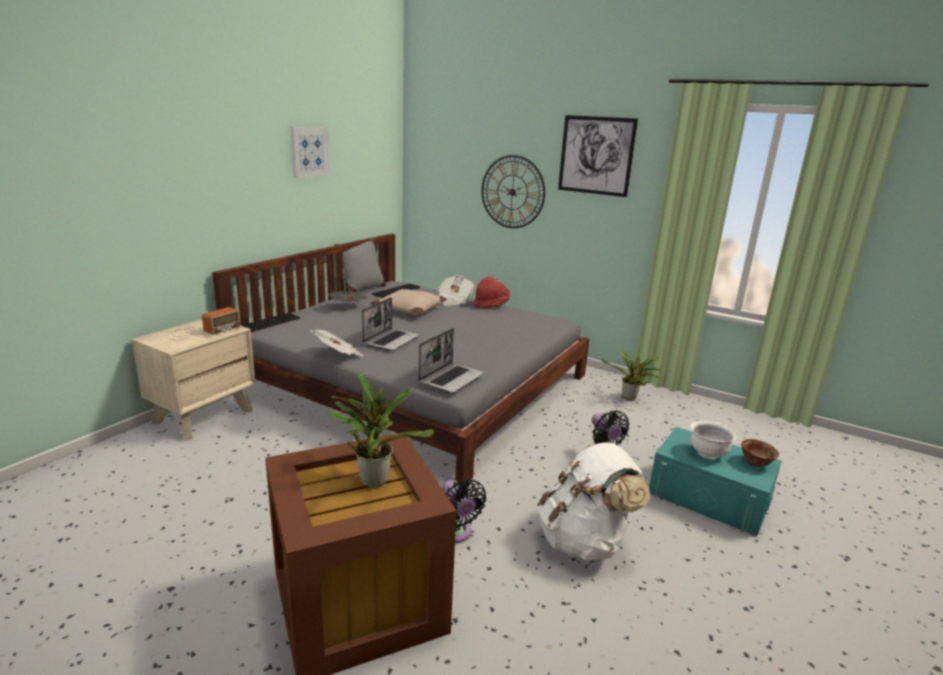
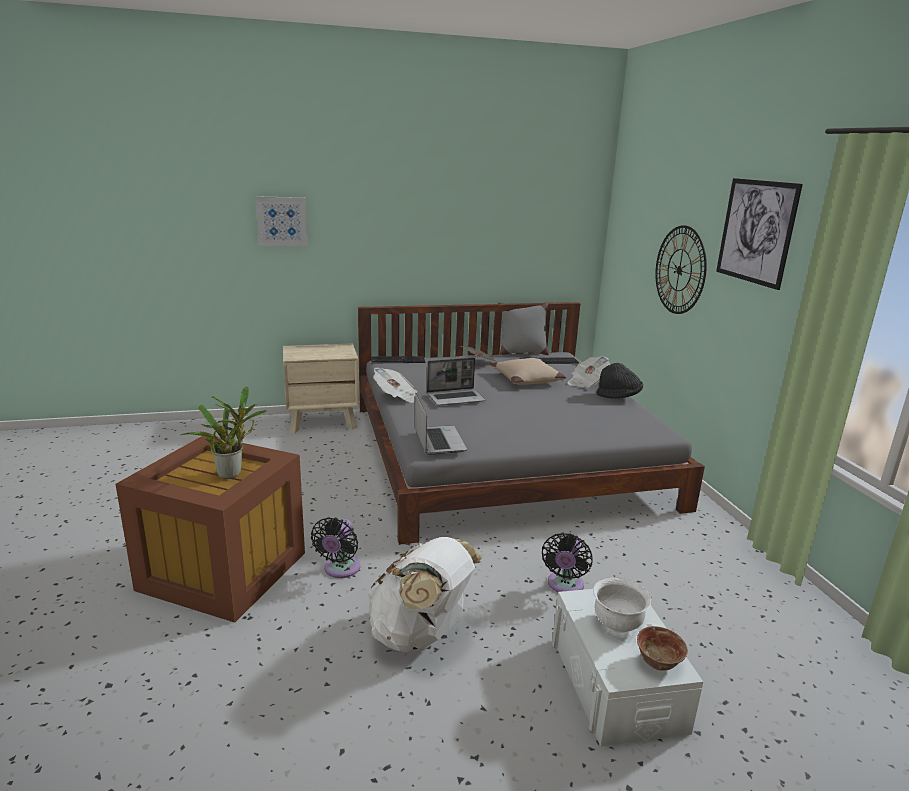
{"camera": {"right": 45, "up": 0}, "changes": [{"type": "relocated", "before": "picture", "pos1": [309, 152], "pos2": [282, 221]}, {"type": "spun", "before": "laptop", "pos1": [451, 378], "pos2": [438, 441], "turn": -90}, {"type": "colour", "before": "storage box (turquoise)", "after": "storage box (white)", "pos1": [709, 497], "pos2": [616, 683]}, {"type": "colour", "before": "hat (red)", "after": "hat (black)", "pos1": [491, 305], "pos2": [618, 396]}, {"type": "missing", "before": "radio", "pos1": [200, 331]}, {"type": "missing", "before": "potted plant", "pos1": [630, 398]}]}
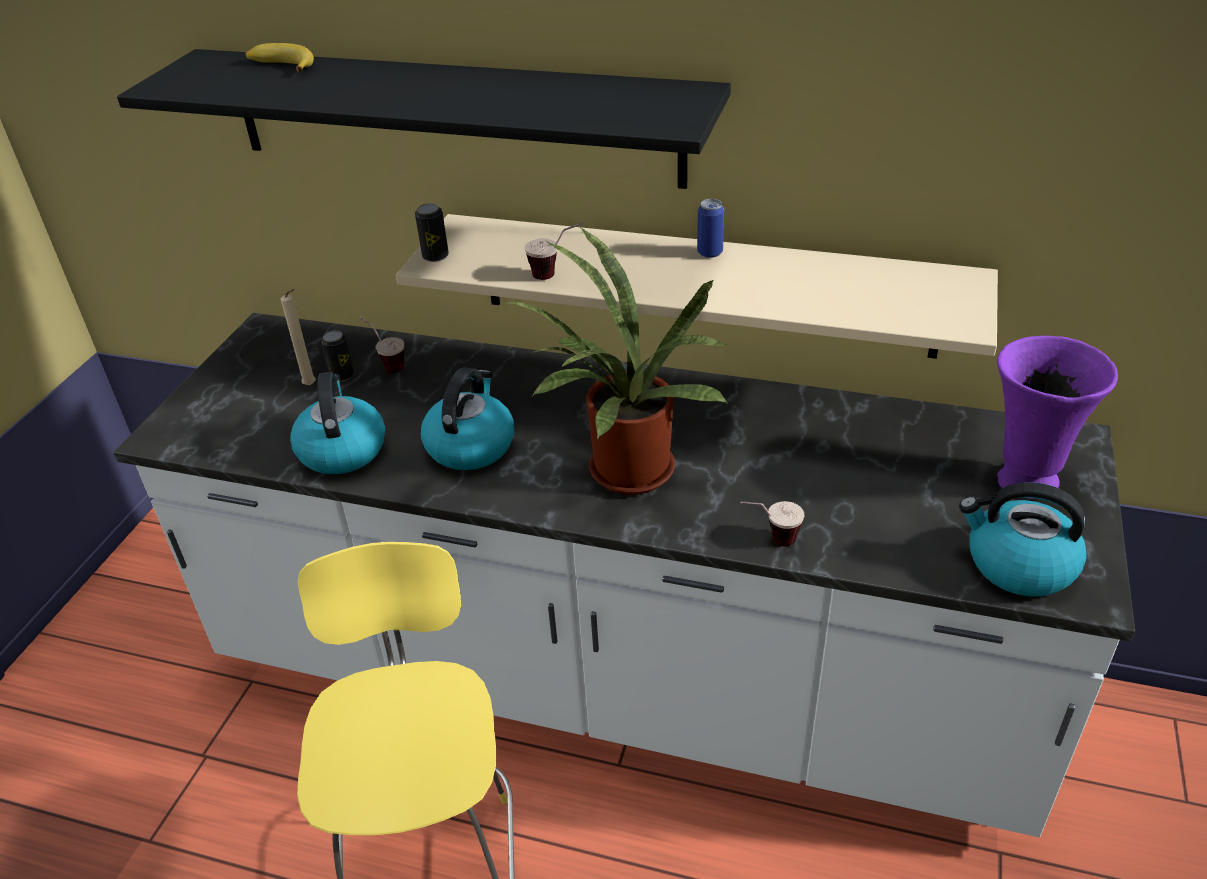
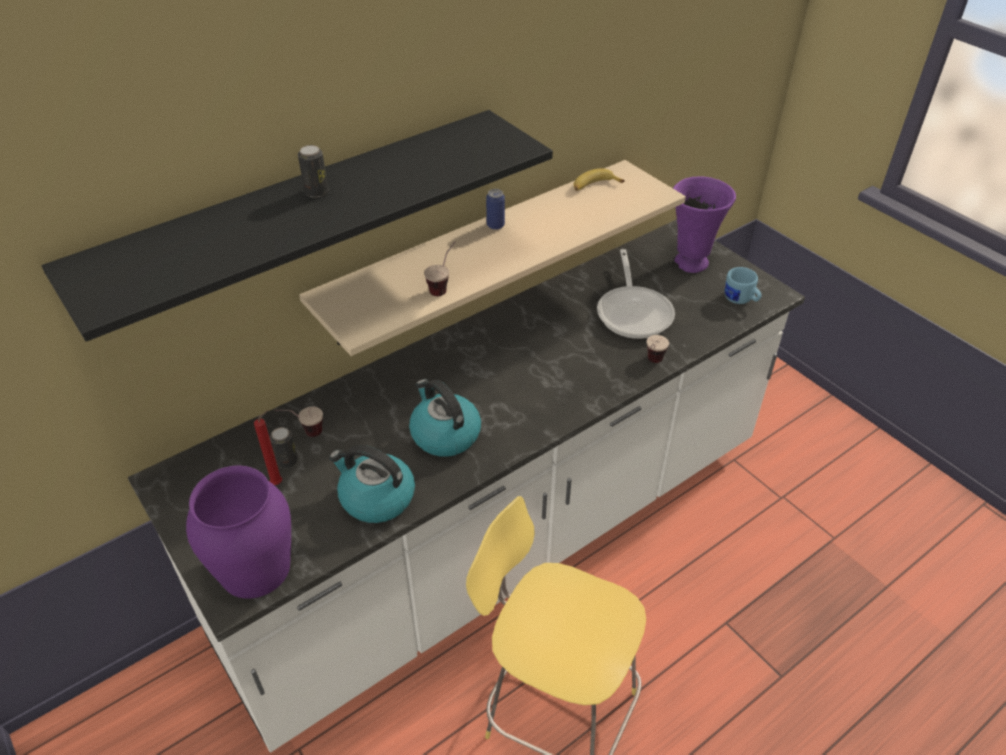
{"camera": {"right": -55, "up": 5}, "changes": [{"type": "appeared", "after": "vase (purple)", "pos2": [255, 569]}, {"type": "colour", "before": "candle (beige)", "after": "candle (red)", "pos1": [311, 385], "pos2": [279, 482]}, {"type": "relocated", "before": "can", "pos1": [435, 256], "pos2": [316, 192]}, {"type": "relocated", "before": "banana", "pos1": [281, 66], "pos2": [594, 186]}, {"type": "appeared", "after": "frying pan", "pos2": [634, 312]}, {"type": "exchanged", "before": "kettle", "after": "mug (blue)", "pos1": [1018, 564], "pos2": [741, 300]}, {"type": "missing", "before": "potted plant", "pos1": [624, 475]}]}
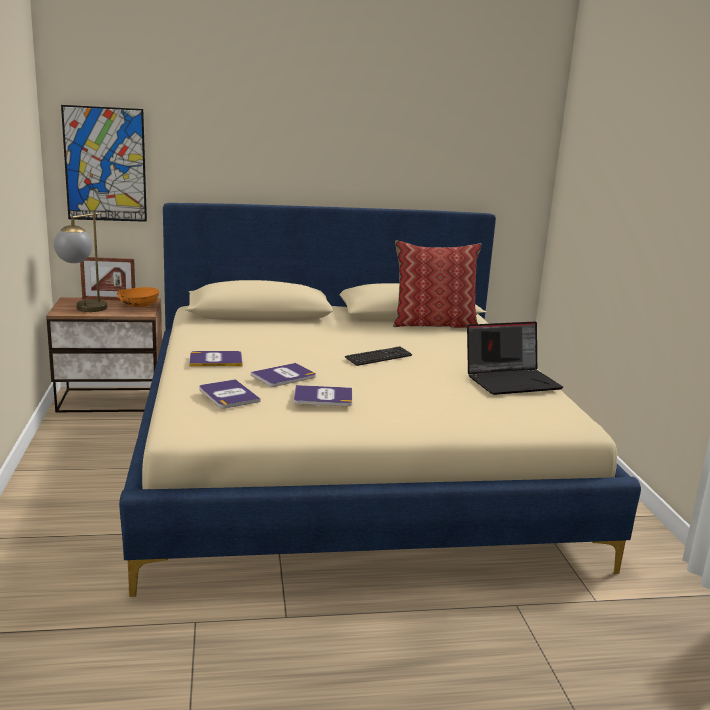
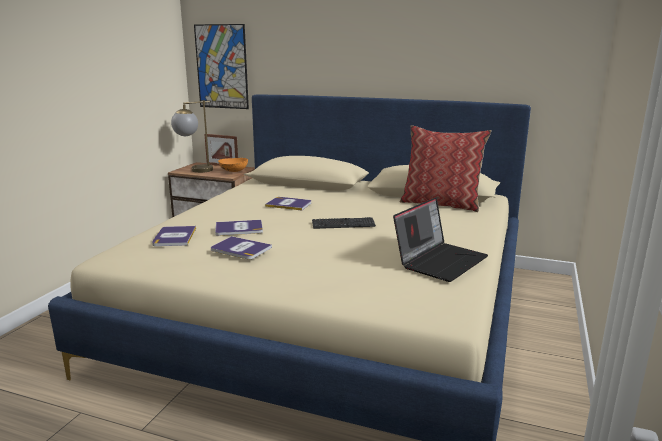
{"camera": {"right": 30, "up": 0}, "changes": [{"type": "relocated", "before": "book", "pos1": [216, 360], "pos2": [289, 204]}, {"type": "spun", "before": "laptop", "pos1": [512, 381], "pos2": [440, 260], "turn": -60}]}
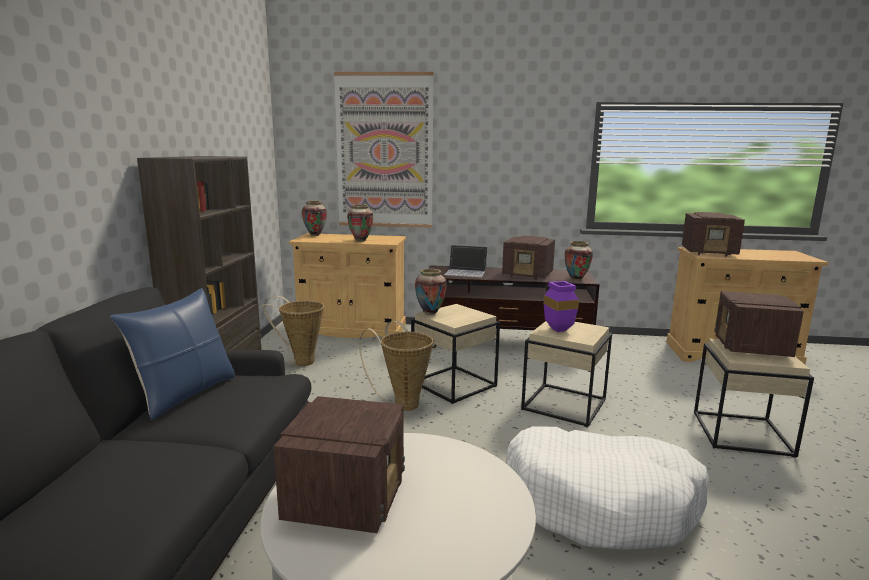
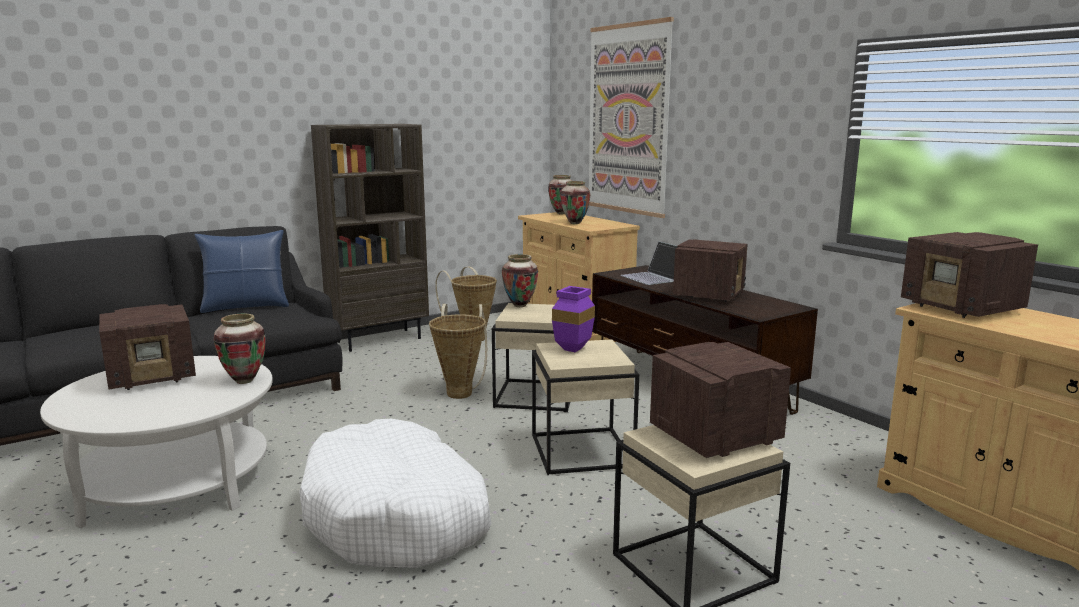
{"camera": {"right": 50, "up": 0}, "changes": [{"type": "relocated", "before": "vase", "pos1": [576, 279], "pos2": [244, 381]}, {"type": "spun", "before": "radio", "pos1": [528, 275], "pos2": [709, 295], "turn": -135}]}
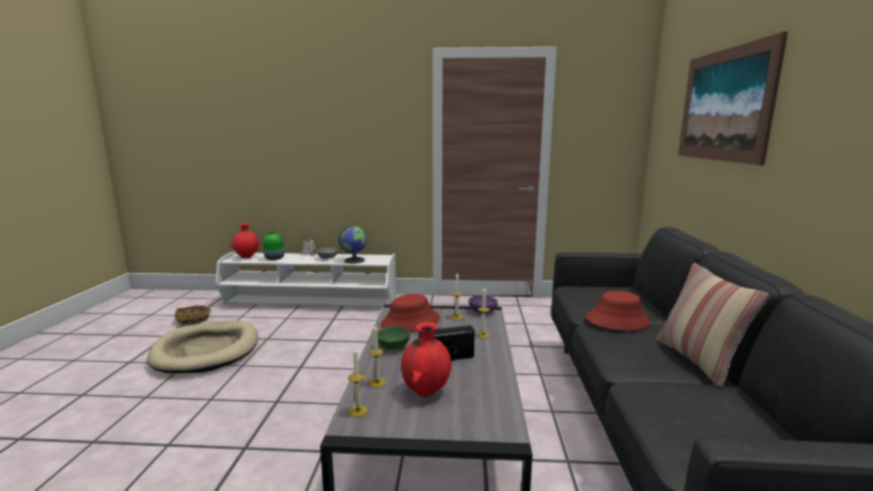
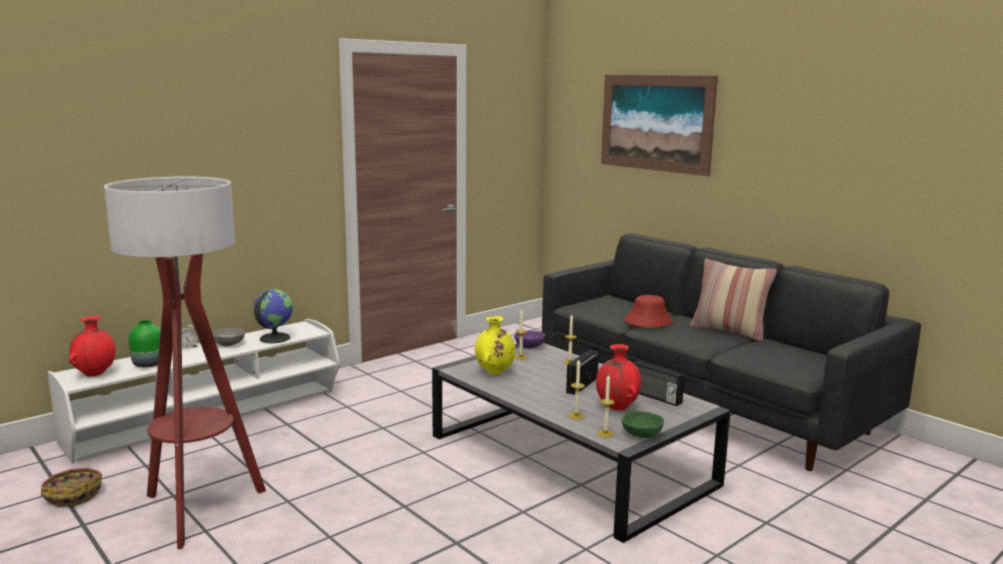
{"camera": {"right": -45, "up": 0}, "changes": [{"type": "exchanged", "before": "dog bed (beige)", "after": "floor lamp", "pos1": [207, 350], "pos2": [199, 510]}, {"type": "exchanged", "before": "hat (red)", "after": "vase (yellow)", "pos1": [410, 322], "pos2": [494, 372]}, {"type": "relocated", "before": "bowl (green)", "pos1": [393, 346], "pos2": [641, 434]}, {"type": "appeared", "after": "radio", "pos2": [655, 397]}]}
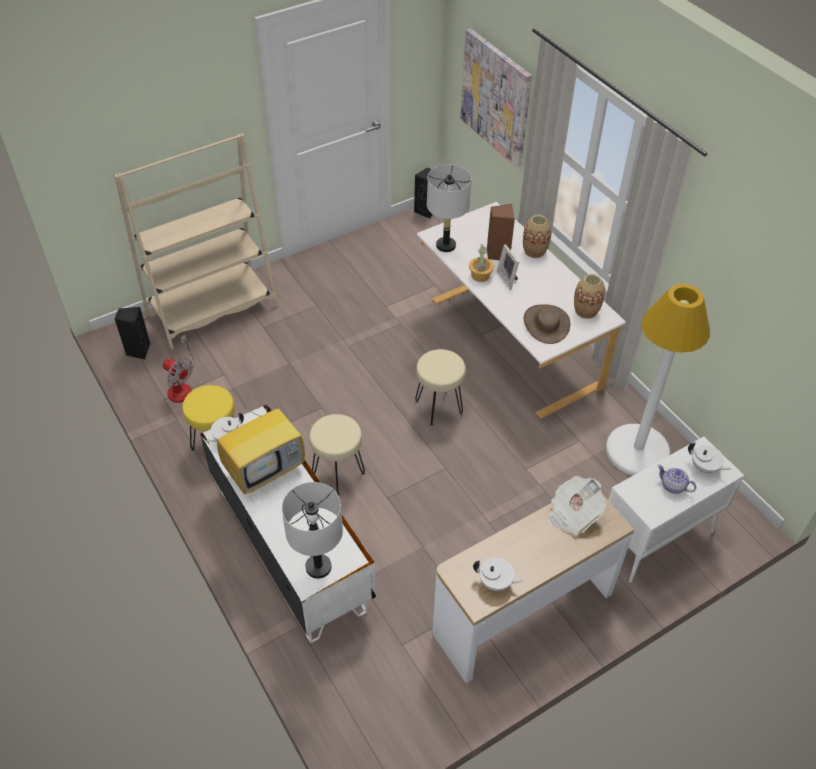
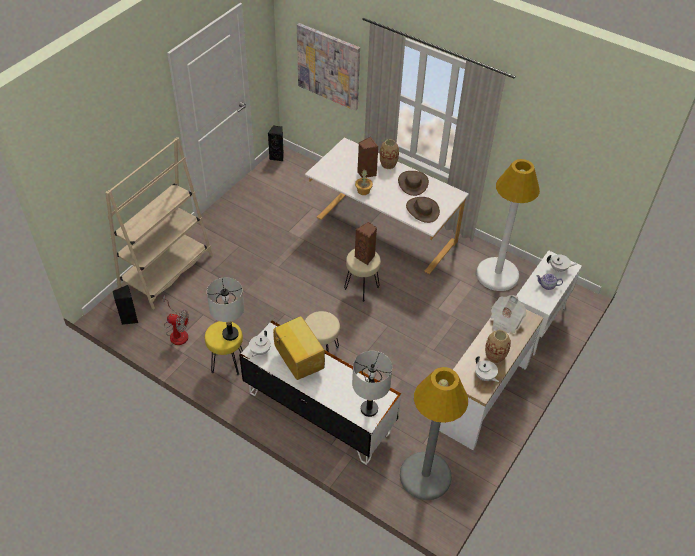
{"camera": {"right": -25, "up": 0}, "changes": [{"type": "relocated", "before": "table lamp (grey)", "pos1": [446, 245], "pos2": [230, 334]}, {"type": "spun", "before": "television", "pos1": [266, 469], "pos2": [298, 361], "turn": -60}, {"type": "appeared", "after": "speaker (brown)", "pos2": [365, 257]}, {"type": "appeared", "after": "hat (brown)", "pos2": [413, 183]}, {"type": "appeared", "after": "floor lamp (grey)", "pos2": [425, 476]}, {"type": "spun", "before": "teapot (white)", "pos1": [496, 583], "pos2": [484, 376], "turn": 60}, {"type": "relocated", "before": "vase", "pos1": [586, 311], "pos2": [495, 356]}, {"type": "missing", "before": "picture frame", "pos1": [508, 279]}]}
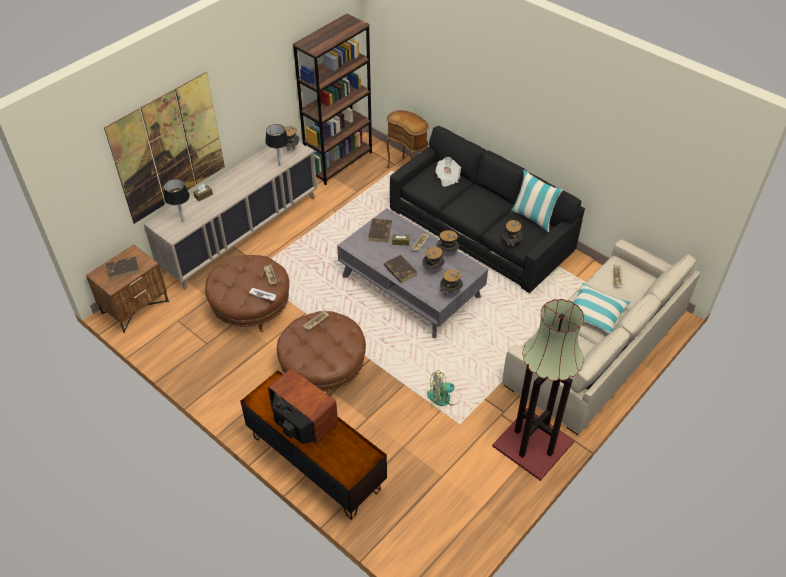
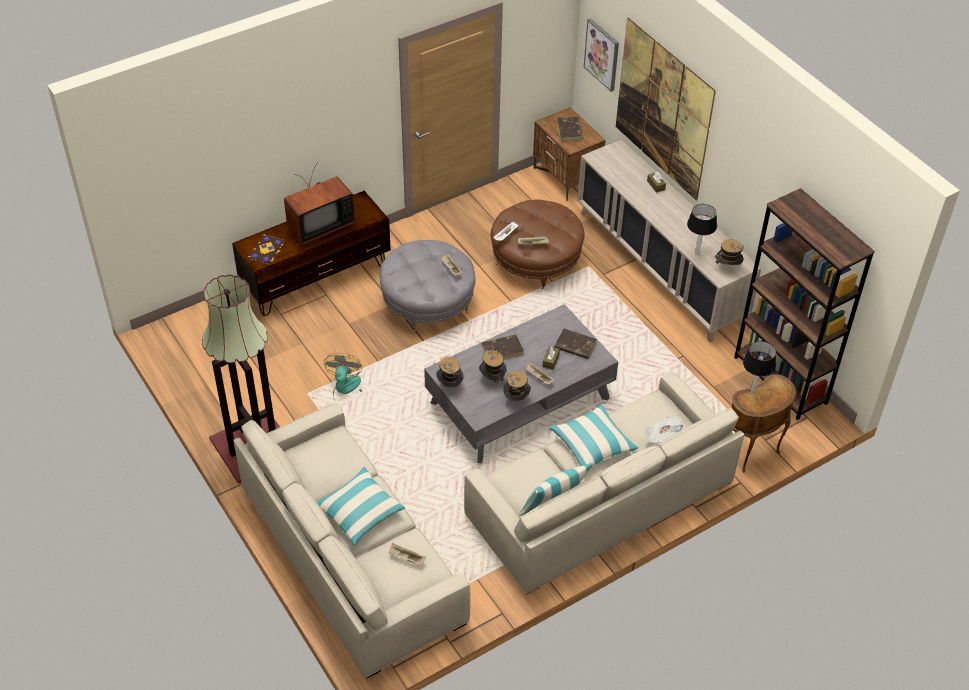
{"camera": {"right": 105, "up": 0}, "changes": [{"type": "appeared", "after": "book", "pos2": [267, 251]}, {"type": "colour", "before": "ottoman (brown)", "after": "ottoman (grey)", "pos1": [323, 368], "pos2": [428, 302]}, {"type": "colour", "before": "sofa (black)", "after": "sofa (beige)", "pos1": [481, 230], "pos2": [599, 499]}, {"type": "appeared", "after": "pillow", "pos2": [592, 444]}, {"type": "appeared", "after": "picture", "pos2": [602, 54]}, {"type": "relocated", "before": "table lamp", "pos1": [183, 221], "pos2": [752, 392]}, {"type": "missing", "before": "hat", "pos1": [511, 243]}]}
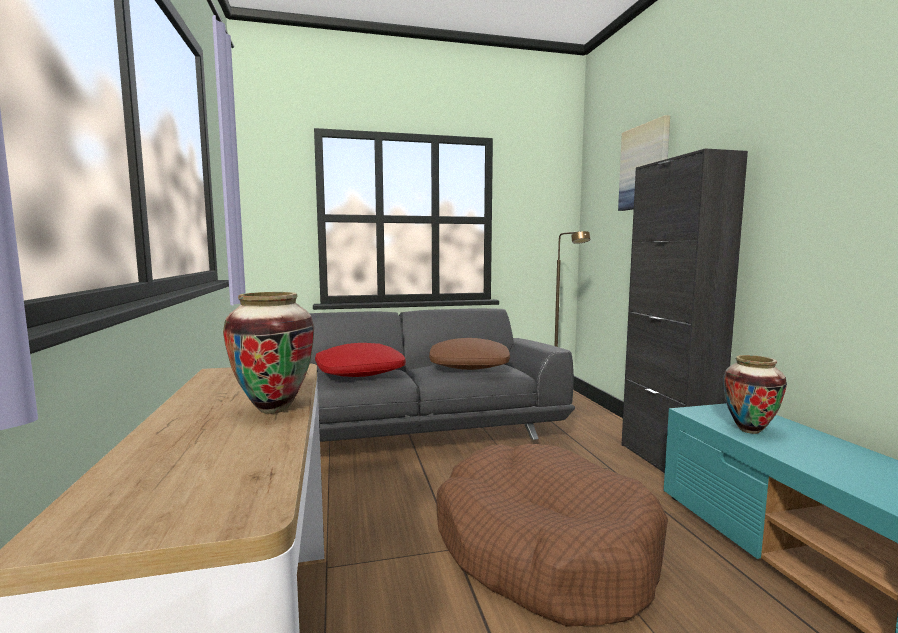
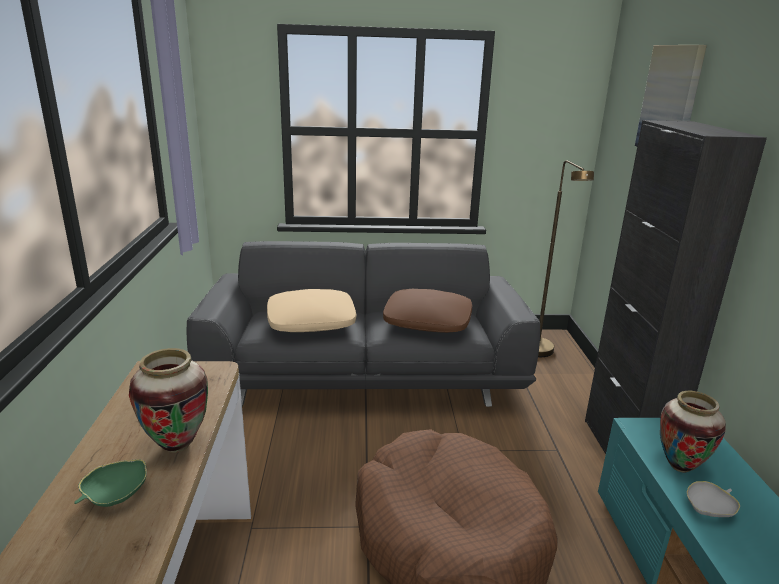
{"camera": {"right": 10, "up": 15}, "changes": [{"type": "appeared", "after": "bowl (green)", "pos2": [115, 495]}, {"type": "colour", "before": "pillow (red)", "after": "pillow (beige)", "pos1": [360, 371], "pos2": [311, 321]}, {"type": "appeared", "after": "bowl (white)", "pos2": [709, 509]}]}
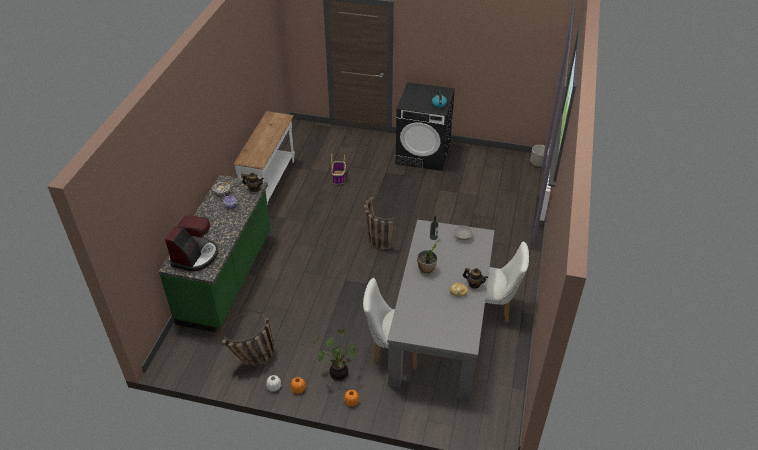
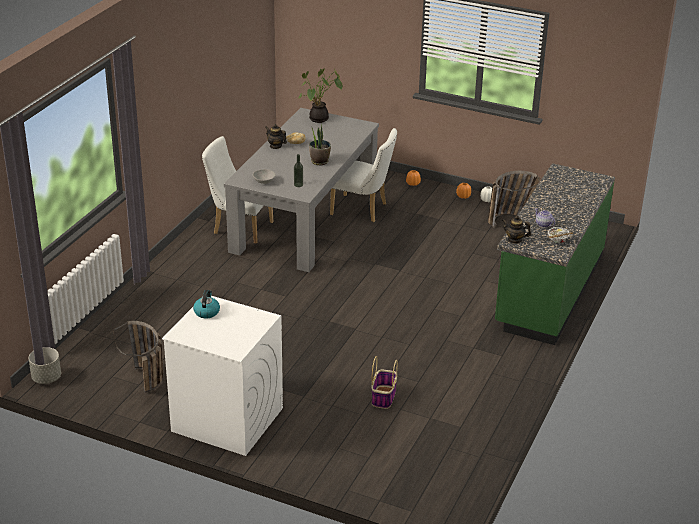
{"camera": {"right": -170, "up": -10}, "changes": [{"type": "relocated", "before": "basket", "pos1": [377, 238], "pos2": [148, 384]}, {"type": "colour", "before": "washing machine (black)", "after": "washing machine (white)", "pos1": [423, 154], "pos2": [226, 419]}, {"type": "relocated", "before": "potted plant", "pos1": [338, 372], "pos2": [319, 120]}, {"type": "missing", "before": "coffee machine", "pos1": [195, 256]}, {"type": "missing", "before": "console table (white)", "pos1": [270, 184]}]}
